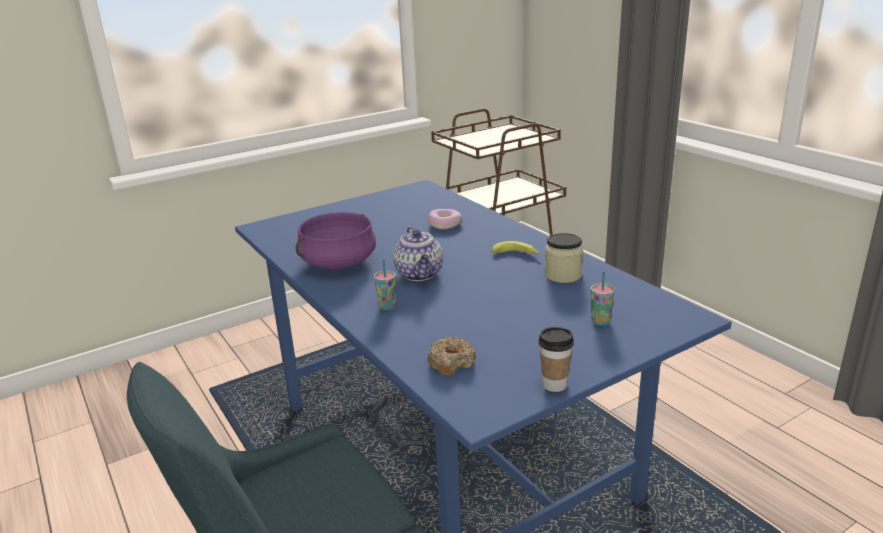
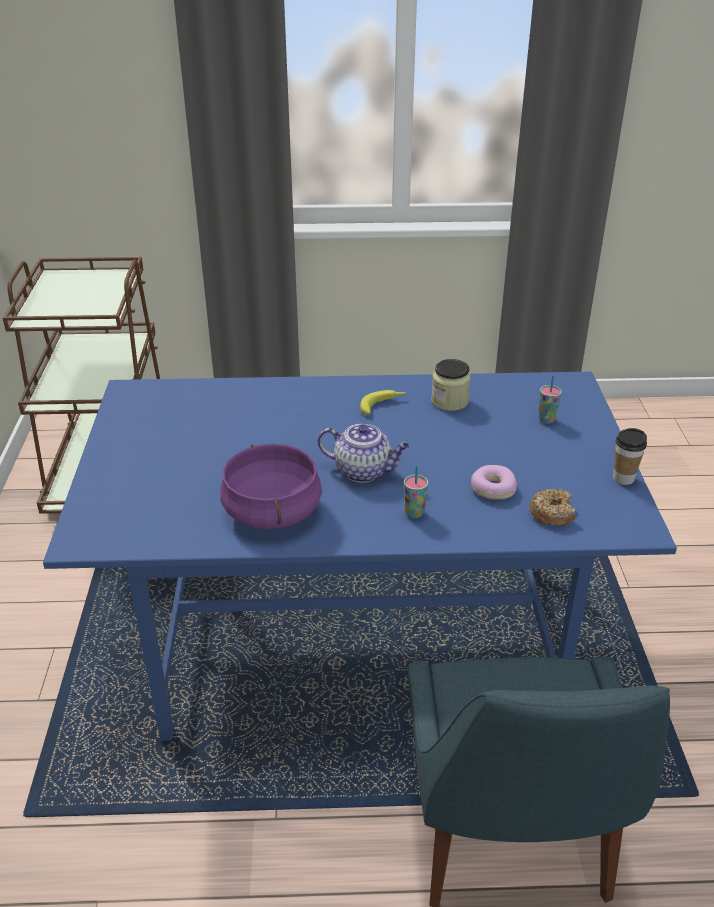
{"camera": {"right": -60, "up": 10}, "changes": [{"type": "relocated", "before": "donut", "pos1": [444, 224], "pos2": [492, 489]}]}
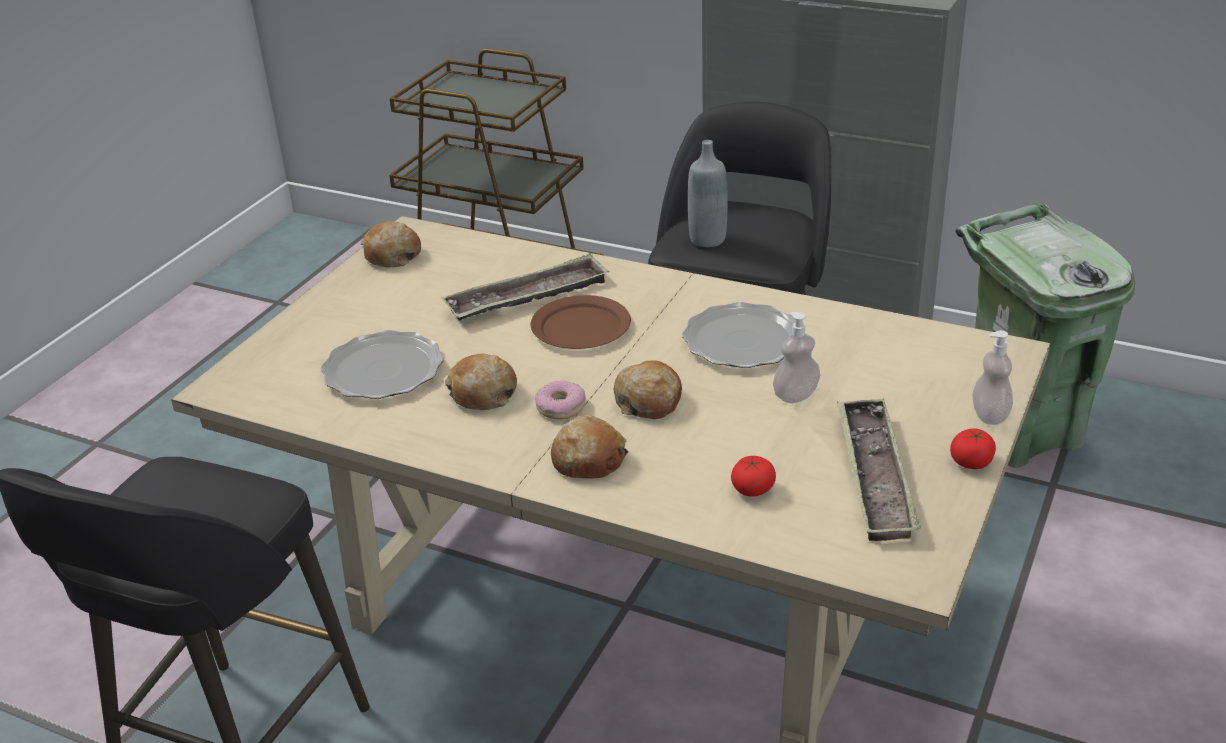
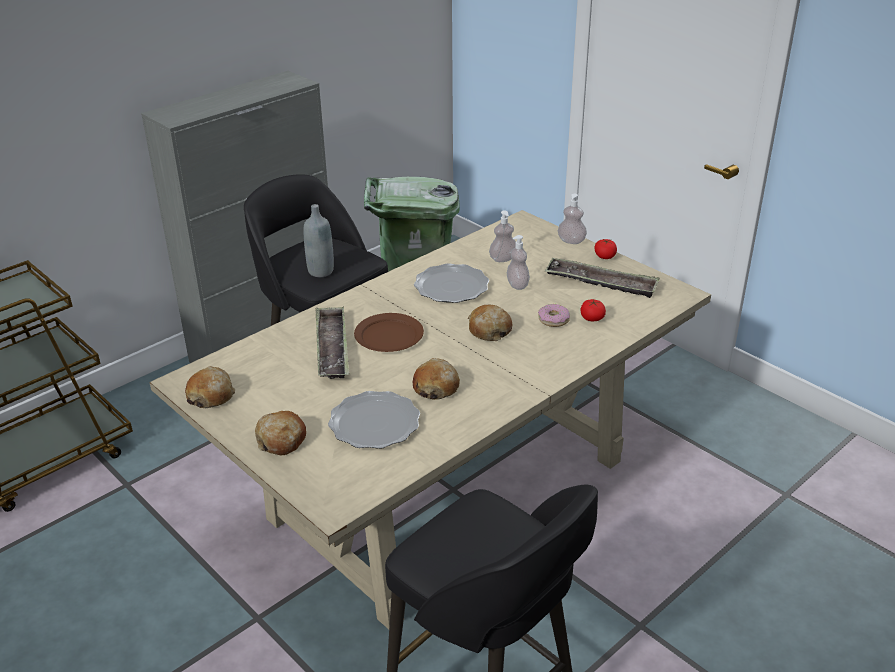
{"camera": {"right": -70, "up": 0}, "changes": [{"type": "relocated", "before": "bread", "pos1": [588, 459], "pos2": [281, 440]}, {"type": "appeared", "after": "soap dispenser", "pos2": [503, 259]}, {"type": "relocated", "before": "donut", "pos1": [561, 407], "pos2": [553, 320]}]}
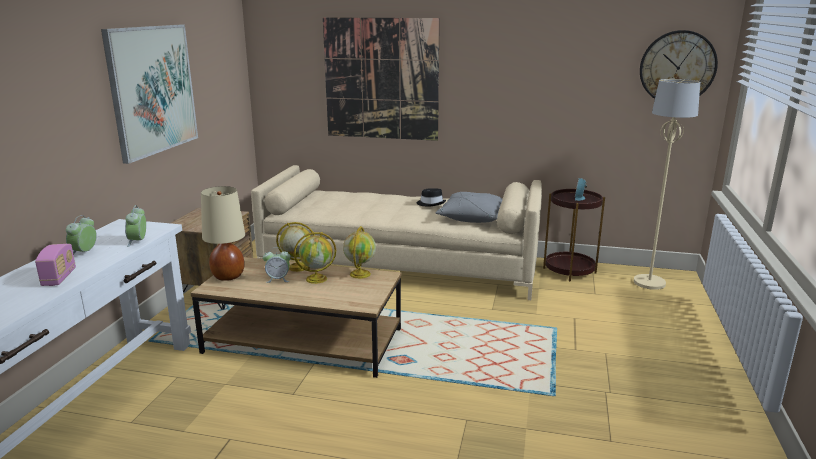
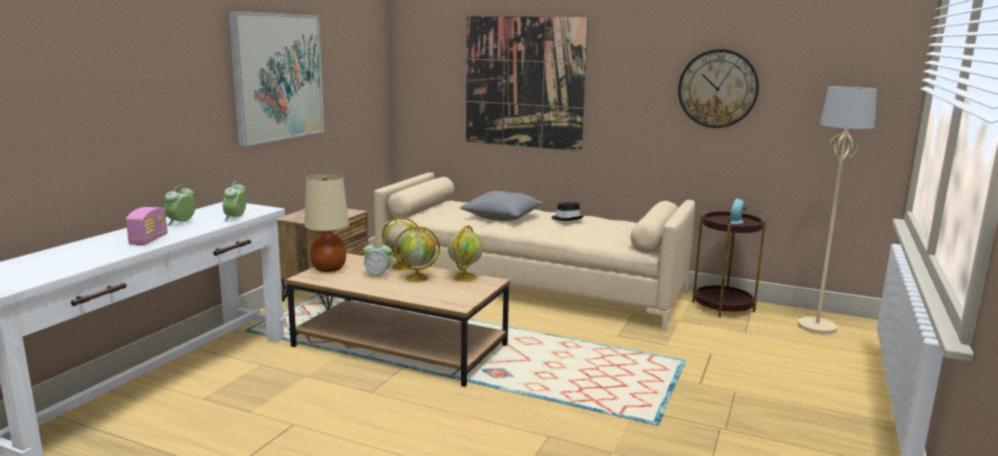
{"camera": {"right": 10, "up": -5}, "changes": [{"type": "relocated", "before": "pillow (grey)", "pos1": [472, 217], "pos2": [502, 217]}, {"type": "relocated", "before": "wall clock", "pos1": [677, 67], "pos2": [717, 88]}]}
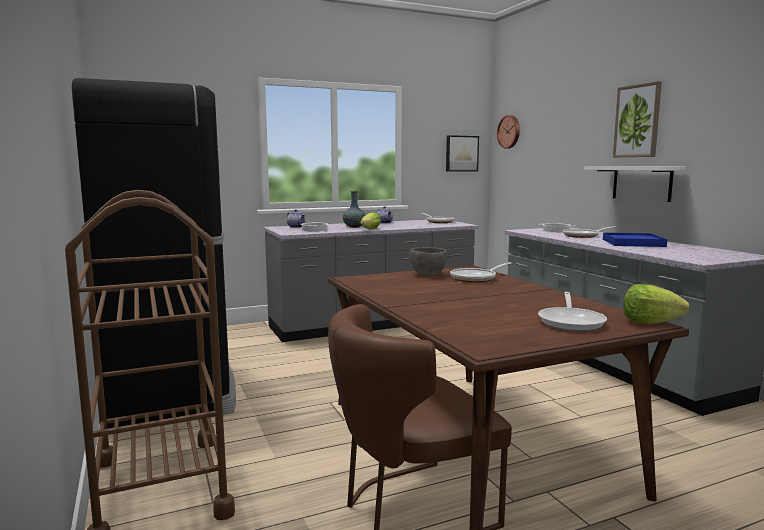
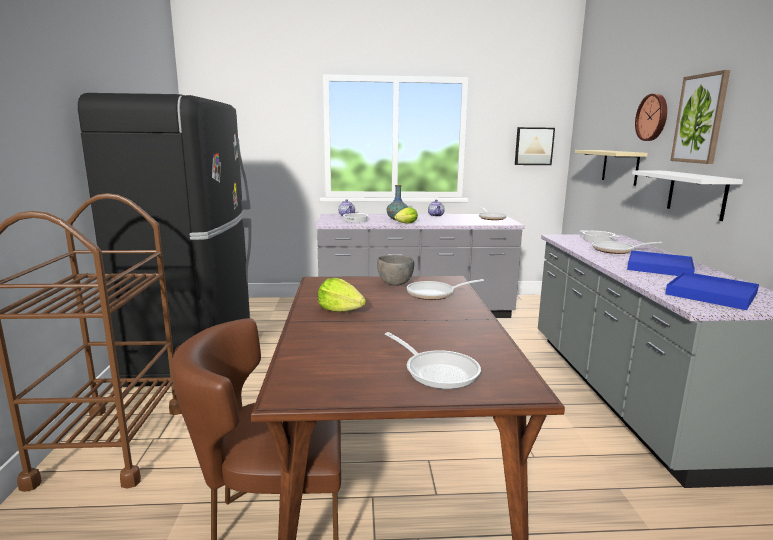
{"camera": {"right": 20, "up": 5}, "changes": [{"type": "relocated", "before": "lettuce", "pos1": [650, 322], "pos2": [340, 310]}, {"type": "spun", "before": "frying pan", "pos1": [571, 321], "pos2": [437, 371], "turn": -75}, {"type": "appeared", "after": "shelf (beige)", "pos2": [620, 167]}, {"type": "relocated", "before": "wall clock", "pos1": [509, 132], "pos2": [653, 117]}, {"type": "appeared", "after": "tray (blue)", "pos2": [711, 294]}]}
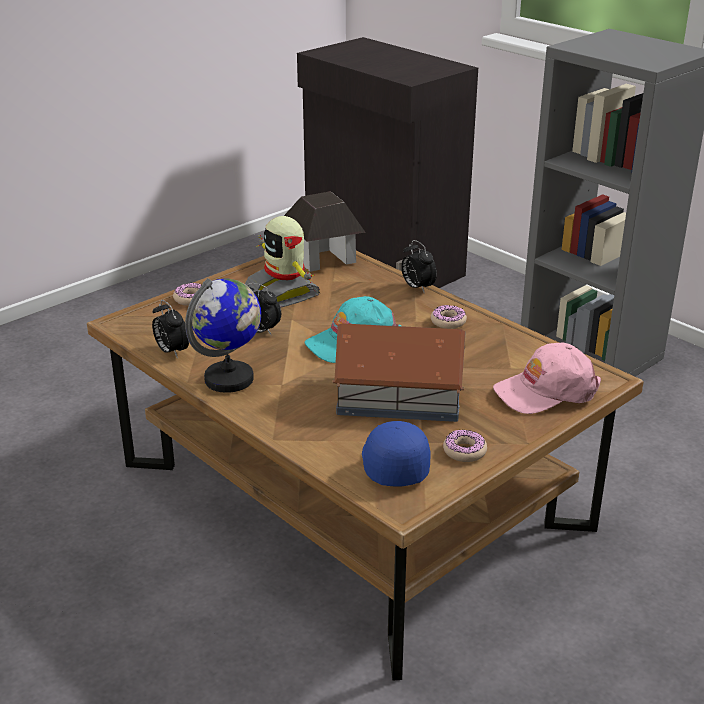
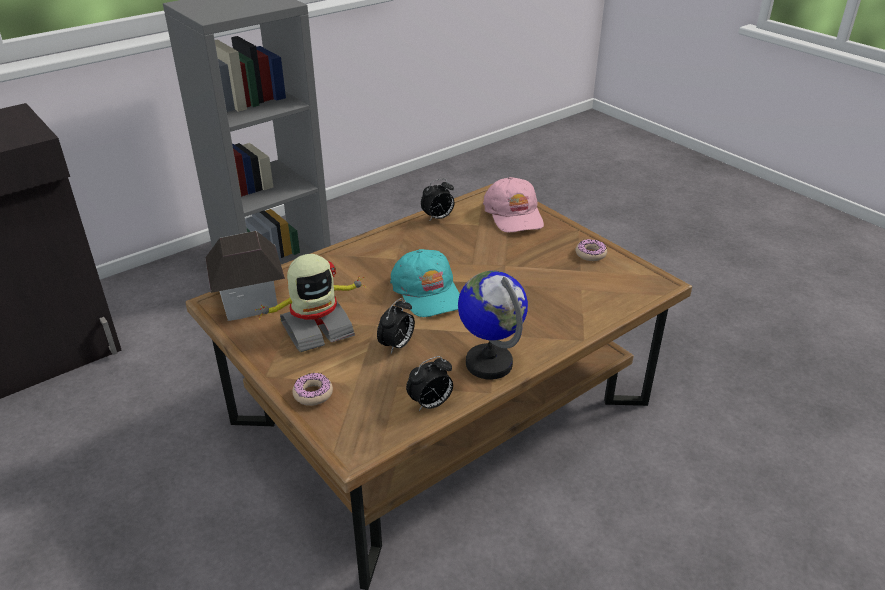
{"camera": {"right": -85, "up": 5}, "changes": [{"type": "relocated", "before": "alarm clock", "pos1": [417, 287], "pos2": [438, 218]}, {"type": "missing", "before": "toy house", "pos1": [398, 396]}, {"type": "missing", "before": "cap (blue)", "pos1": [392, 463]}, {"type": "missing", "before": "donut", "pos1": [448, 321]}]}
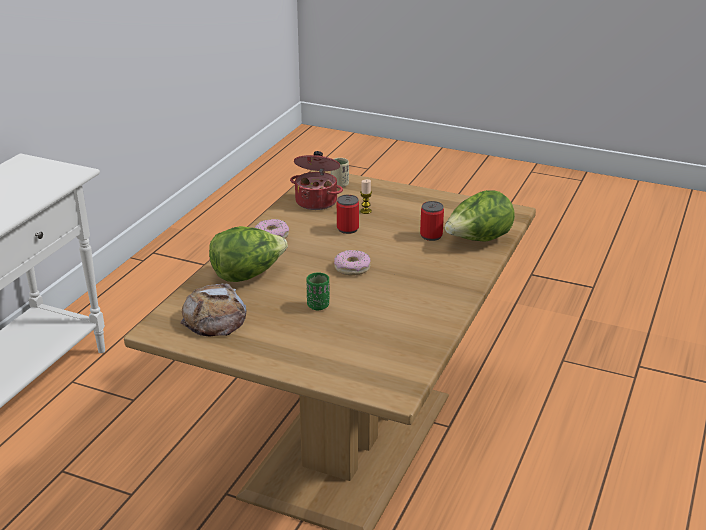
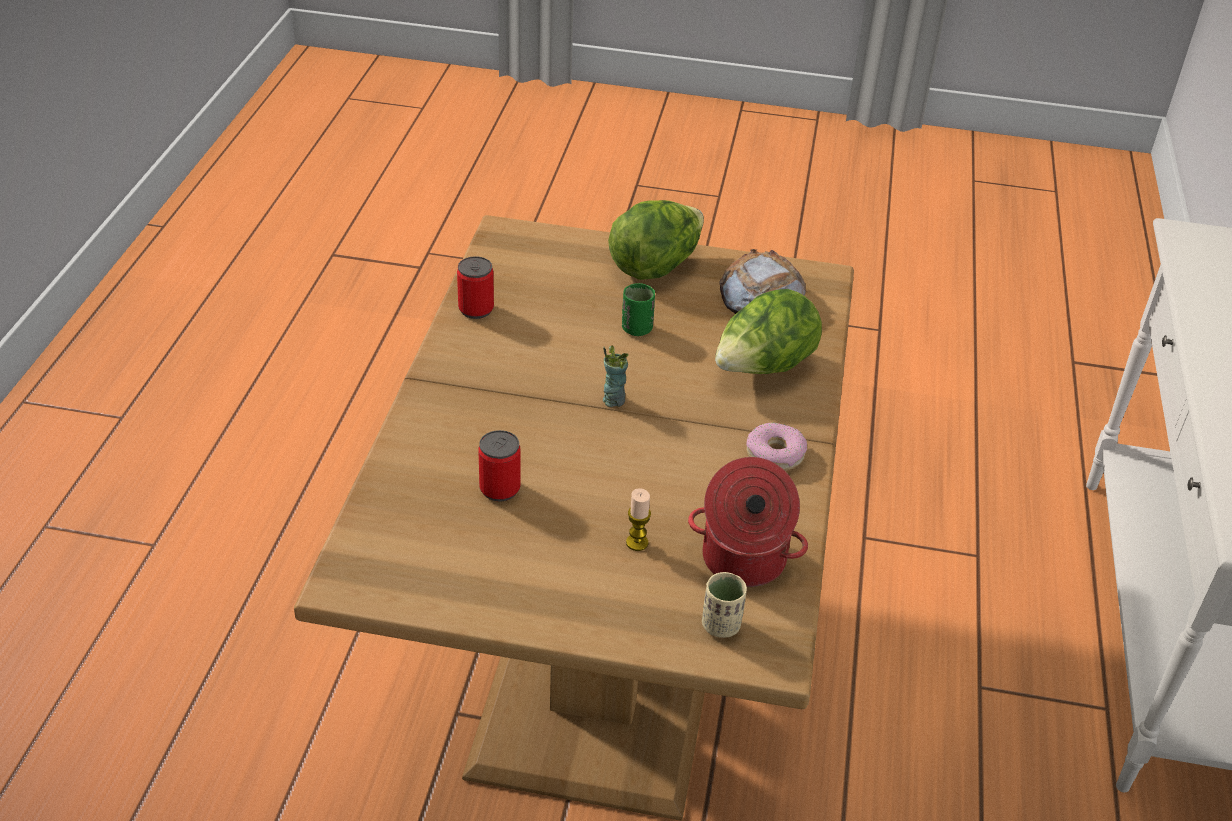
{"camera": {"right": 165, "up": 10}, "changes": [{"type": "relocated", "before": "can", "pos1": [347, 229], "pos2": [476, 309]}, {"type": "exchanged", "before": "donut", "after": "cup", "pos1": [352, 268], "pos2": [613, 400]}, {"type": "relocated", "before": "lettuce", "pos1": [478, 240], "pos2": [655, 266]}]}
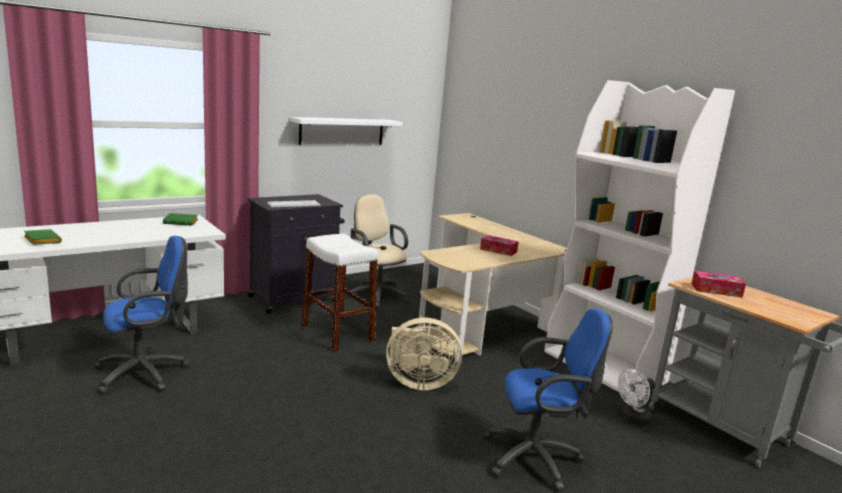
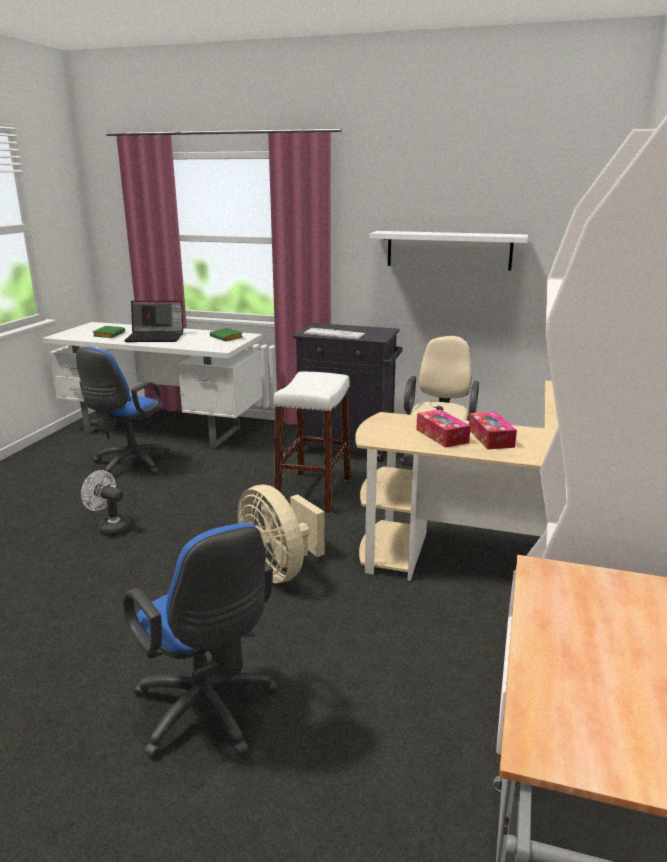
{"camera": {"right": 55, "up": 5}, "changes": [{"type": "spun", "before": "office chair (blue)", "pos1": [146, 373], "pos2": [129, 465], "turn": 90}, {"type": "relocated", "before": "fan (white)", "pos1": [633, 418], "pos2": [110, 528]}, {"type": "appeared", "after": "laptop", "pos2": [156, 337]}, {"type": "relocated", "before": "tissue box", "pos1": [716, 290], "pos2": [442, 436]}]}
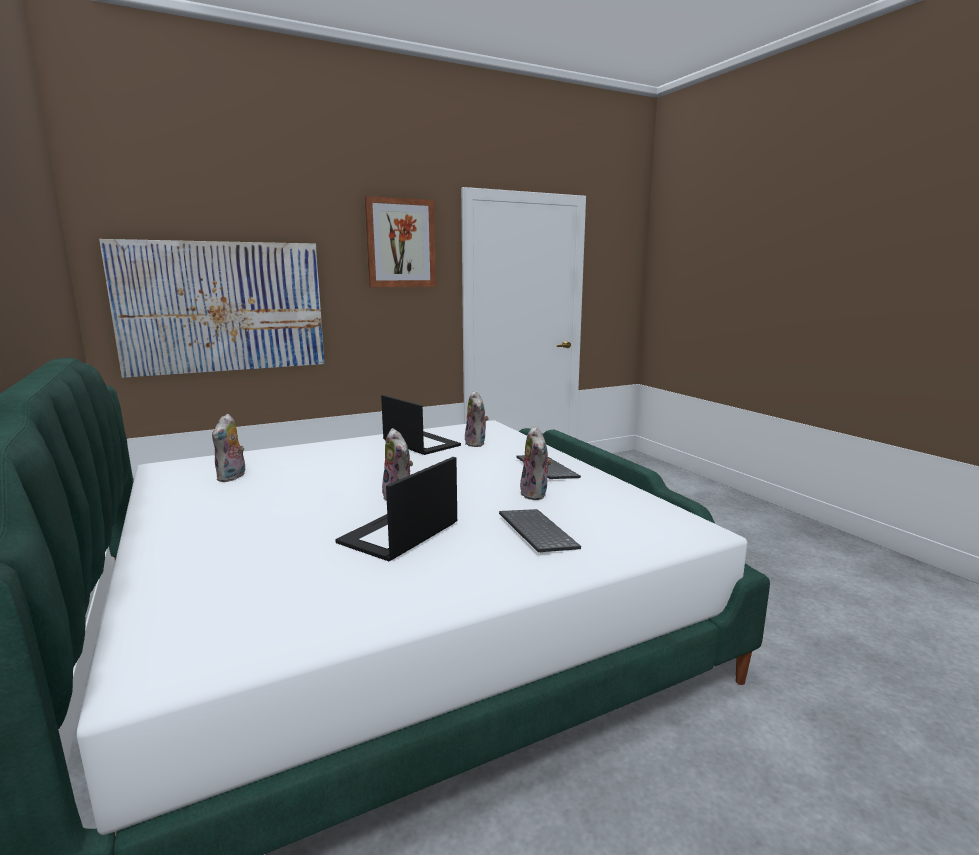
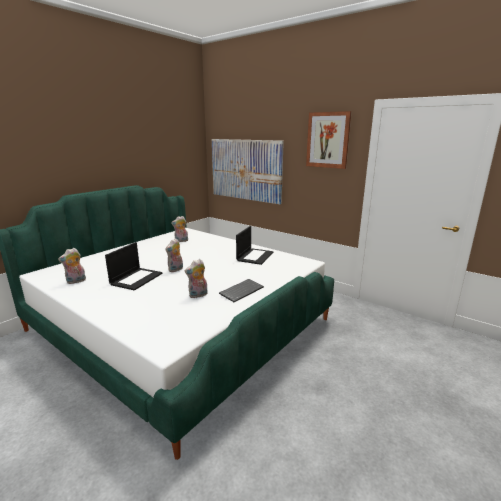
{"camera": {"right": 65, "up": 5}, "changes": [{"type": "relocated", "before": "plush toy", "pos1": [477, 443], "pos2": [76, 281]}, {"type": "spun", "before": "laptop", "pos1": [399, 534], "pos2": [136, 278], "turn": 105}, {"type": "missing", "before": "keyboard", "pos1": [535, 532]}]}
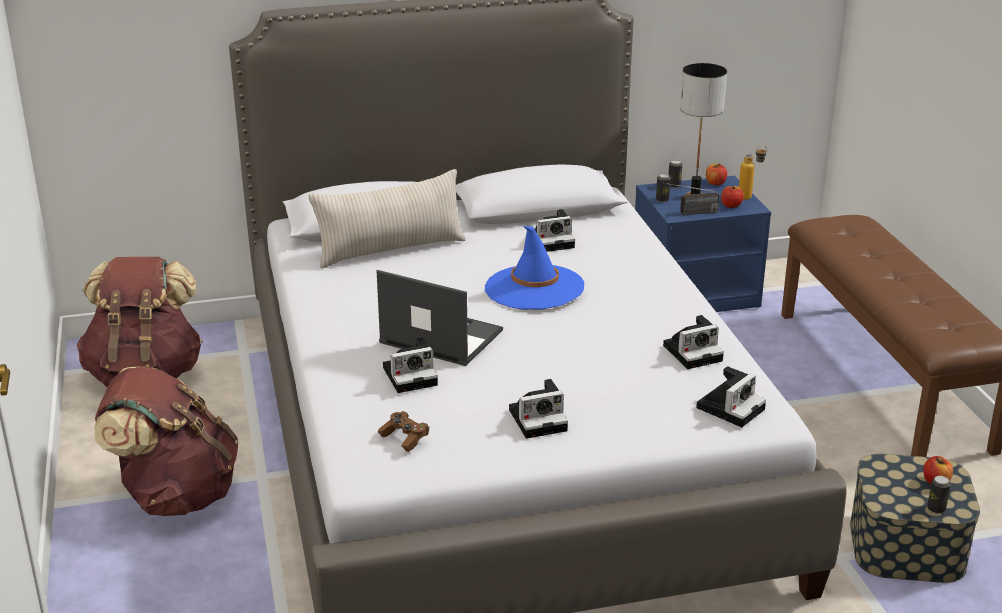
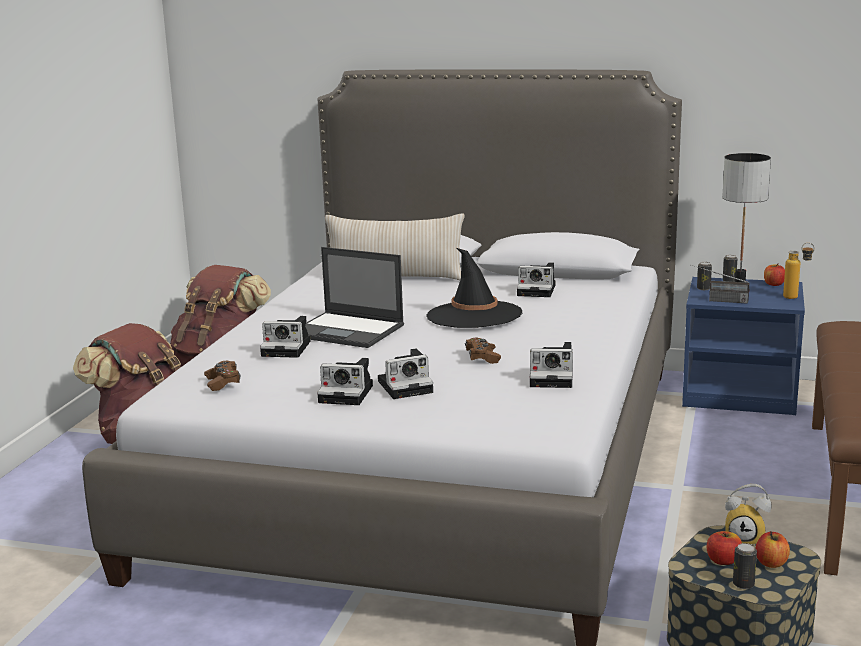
{"camera": {"right": 30, "up": -10}, "changes": [{"type": "spun", "before": "laptop", "pos1": [439, 336], "pos2": [348, 331], "turn": 150}, {"type": "relocated", "before": "photo camera", "pos1": [731, 407], "pos2": [407, 386]}, {"type": "colour", "before": "hat (blue)", "after": "hat (black)", "pos1": [534, 288], "pos2": [474, 315]}, {"type": "appeared", "after": "game controller (brown)", "pos2": [482, 358]}, {"type": "relocated", "before": "apple", "pos1": [731, 205], "pos2": [723, 561]}, {"type": "appeared", "after": "alarm clock", "pos2": [745, 539]}]}
